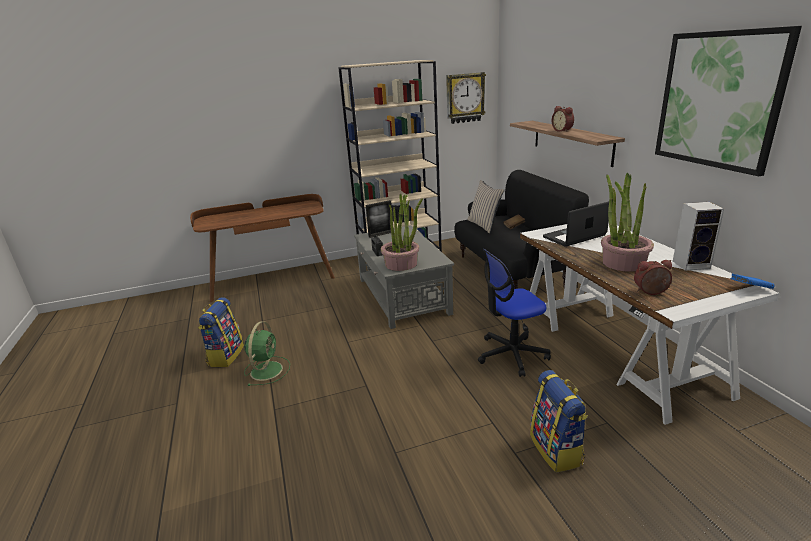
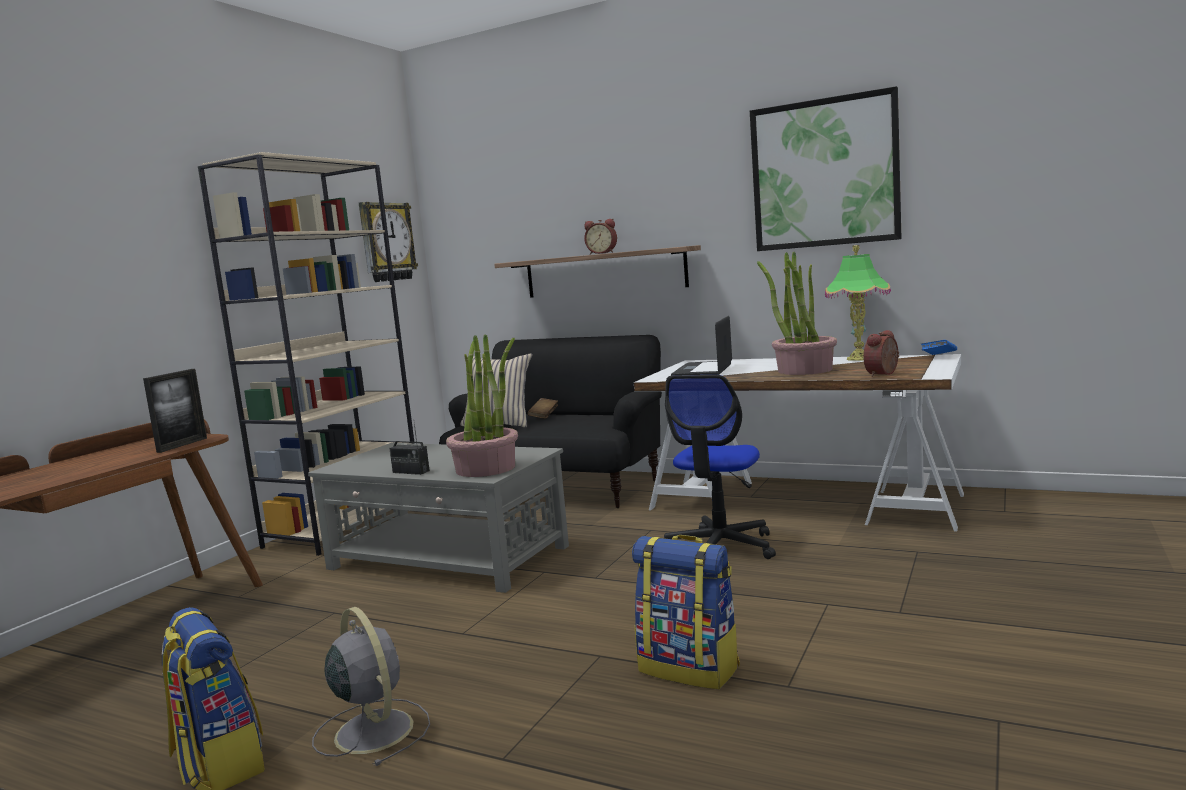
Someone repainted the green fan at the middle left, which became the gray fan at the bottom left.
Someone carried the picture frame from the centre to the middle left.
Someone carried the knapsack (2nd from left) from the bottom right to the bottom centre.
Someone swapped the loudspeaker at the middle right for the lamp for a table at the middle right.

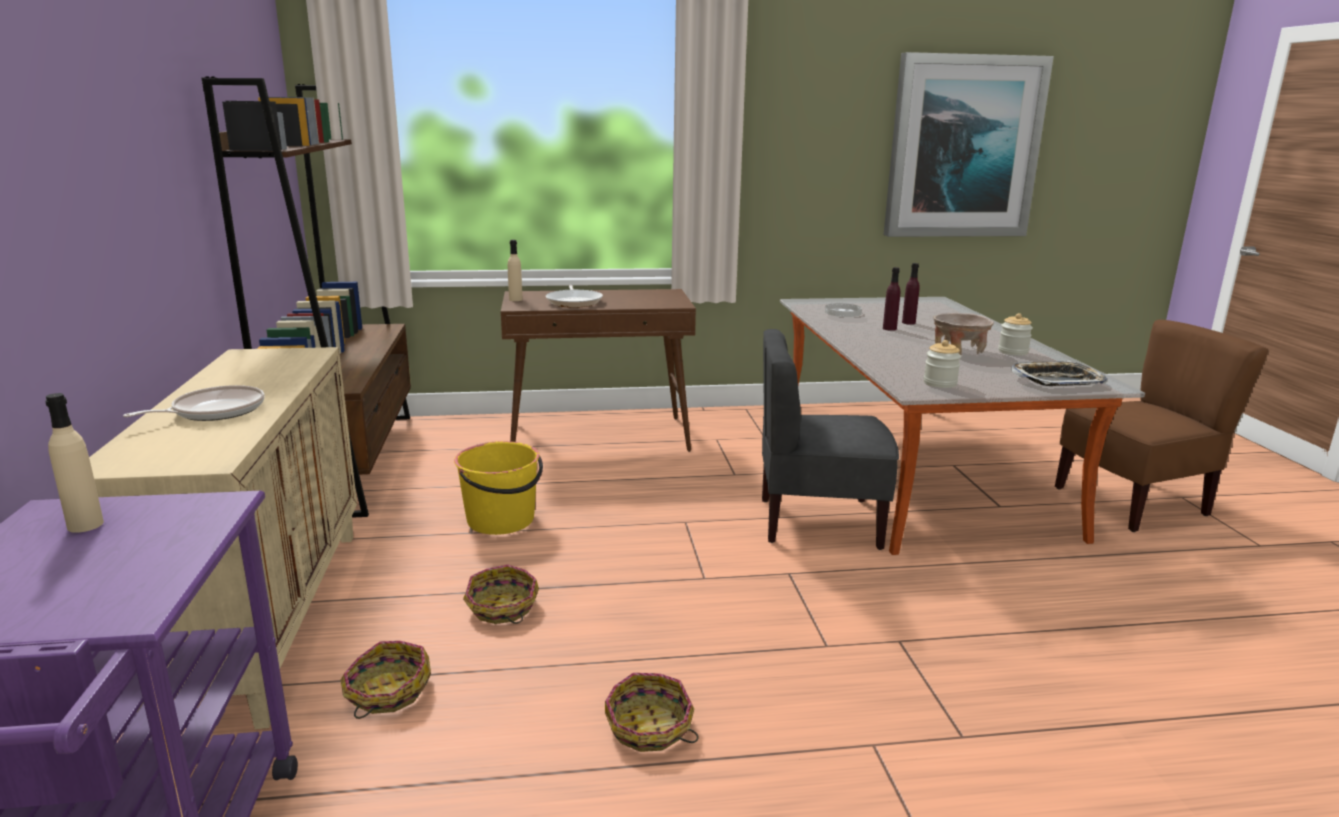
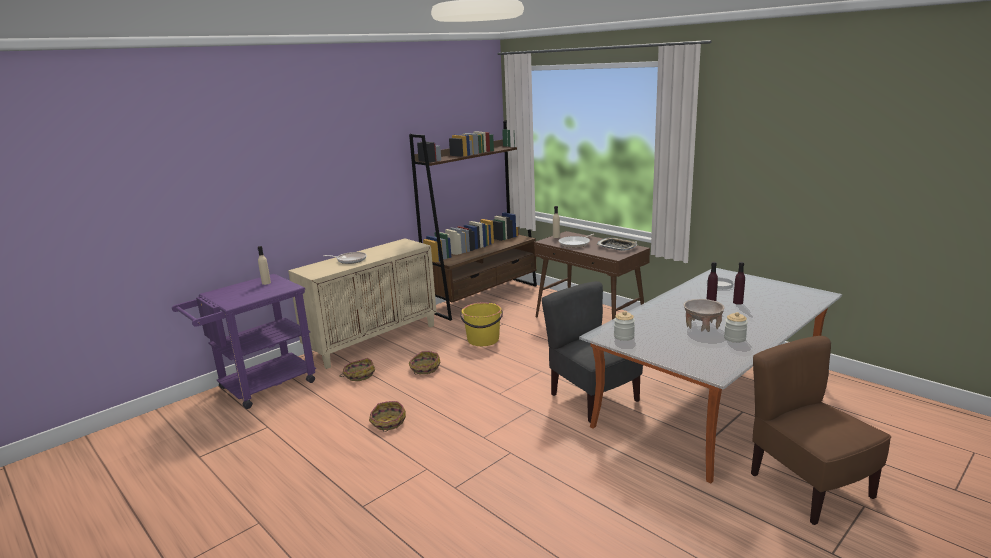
Someone took away the wall picture at the top right.
Someone carried the serving tray from the middle right to the centre.
Someone rotated the brown-coloured plain chair at the middle right by 150 degrees counterclockwise.

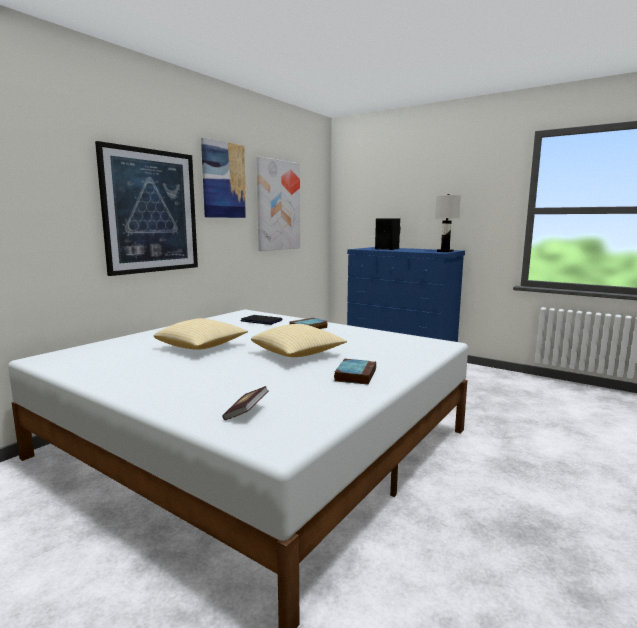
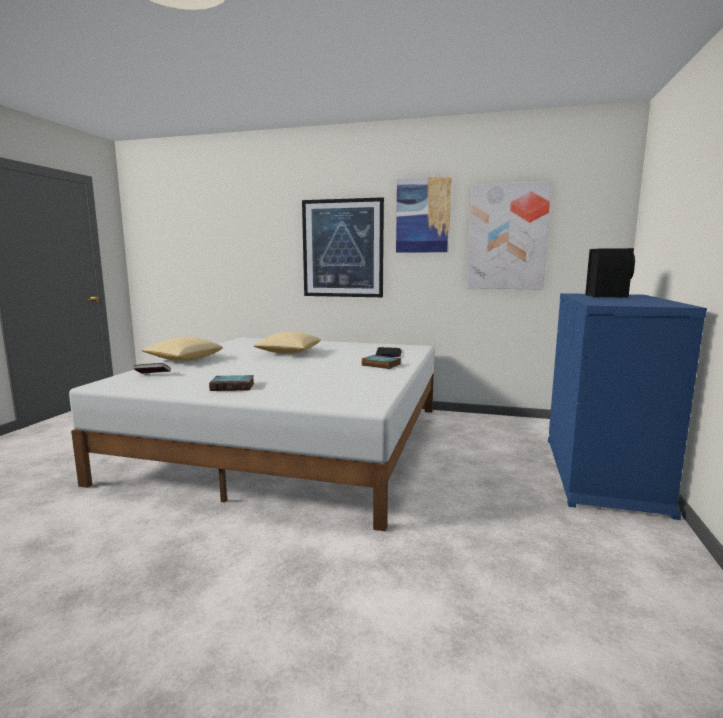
Someone carried the throw pillow (2nd from left in the first image) from the centre to the middle left.
Someone took away the white-coloured lamp for a table at the middle right.

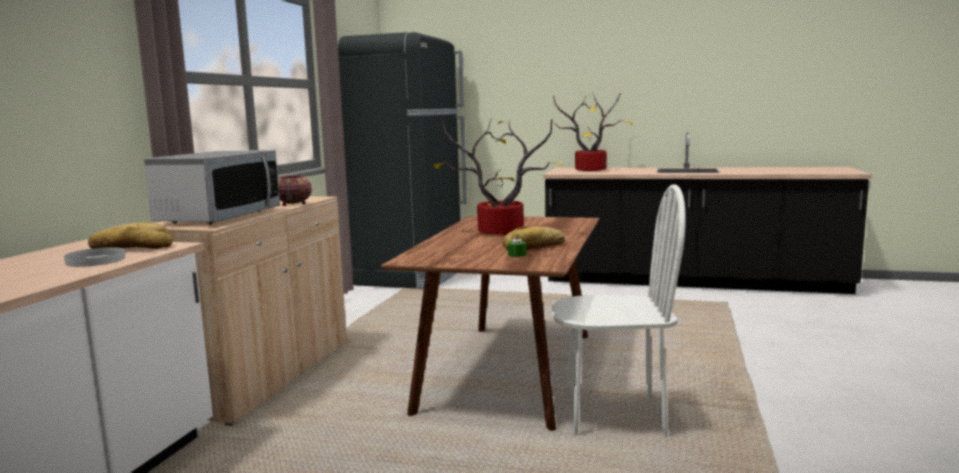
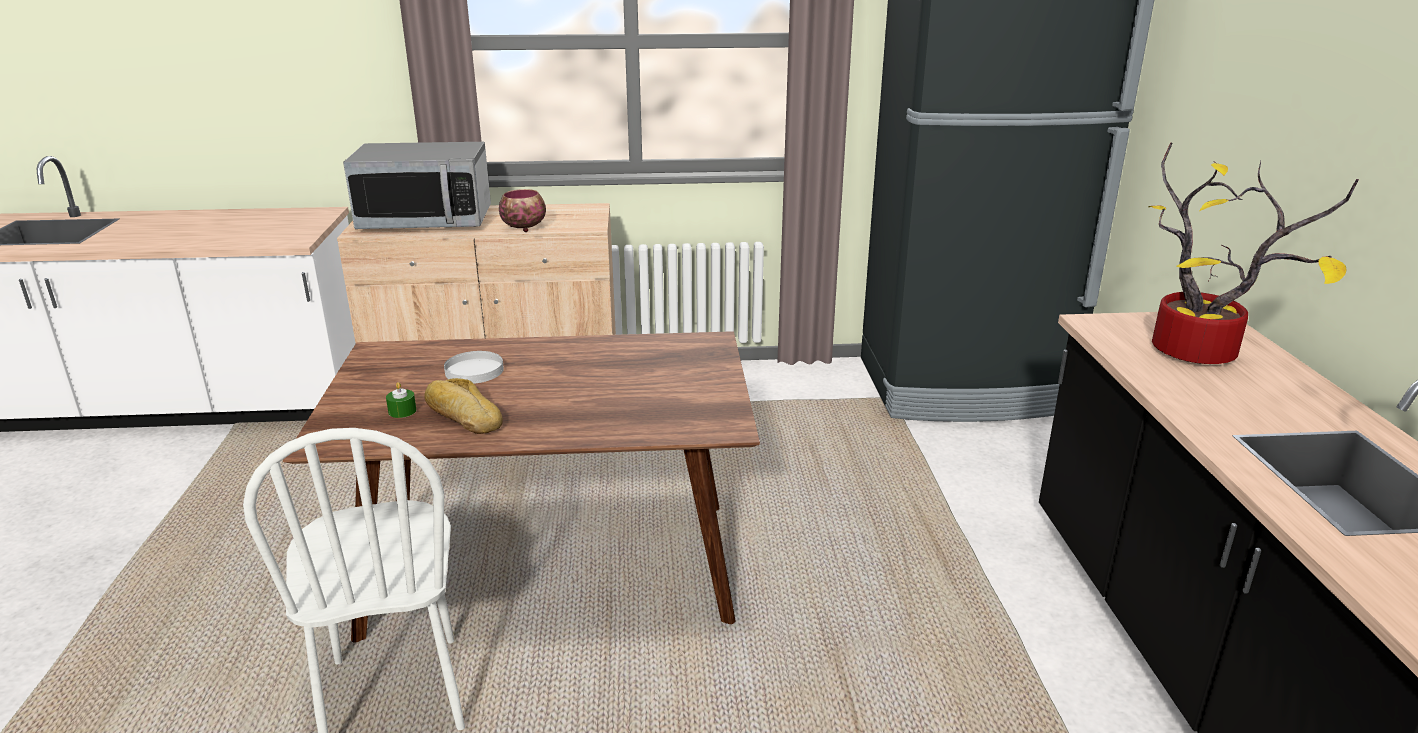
Someone carried the white-coloured dinner plate from the middle left to the centre.
Someone took away the bakery bread (1st from left) at the middle left.
Someone took away the plant in a pot (1st from left) at the centre.

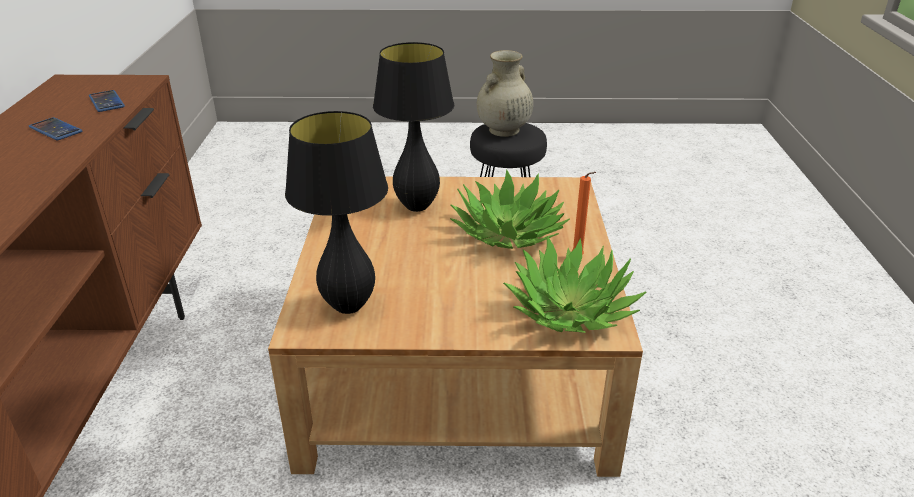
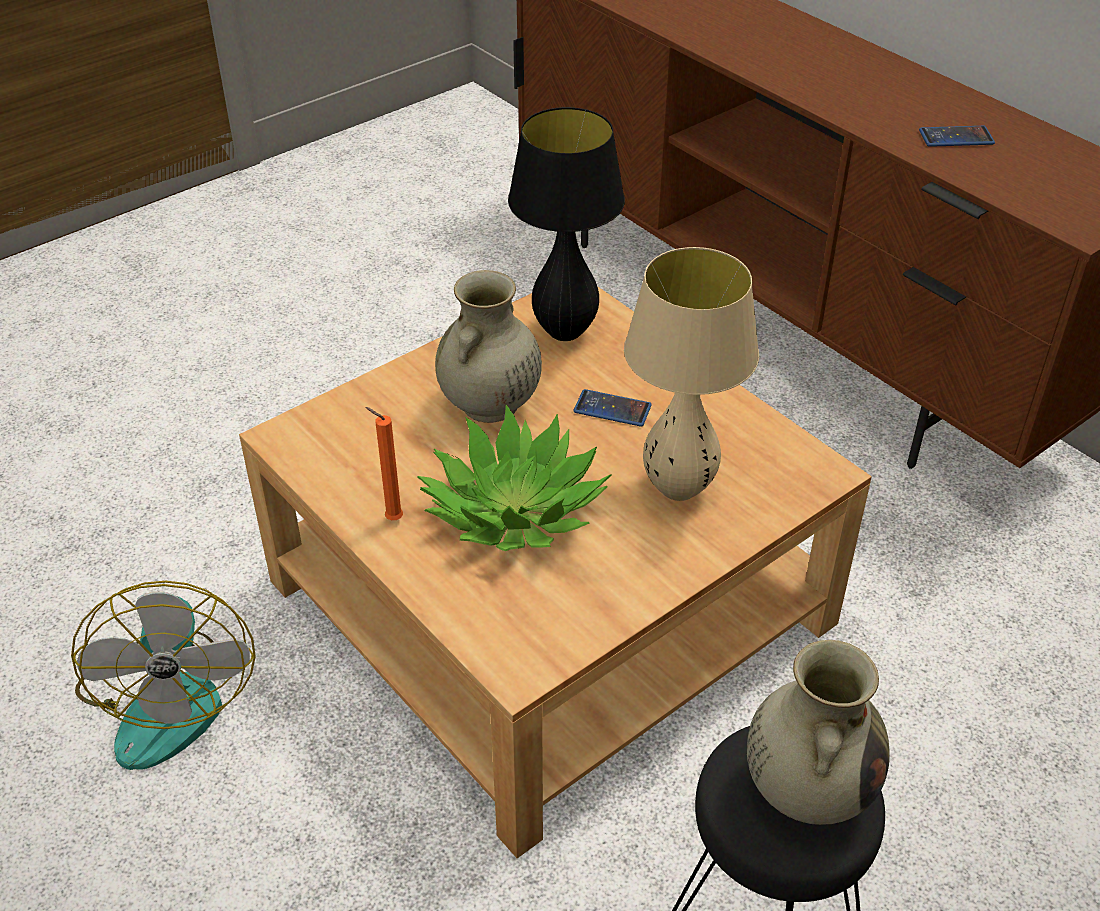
Someone carried the handset (2nd from left in the first image) from the top left to the centre.
Someone repainted the black lamp for a table (2nd from left) at the top centre, which became the beige lamp for a table at the centre.
Someone took away the plant in a pot (2nd from left) at the centre.
Someone put down the fan at the bottom left.
Someone put down the beige vase (1st from left) at the centre.

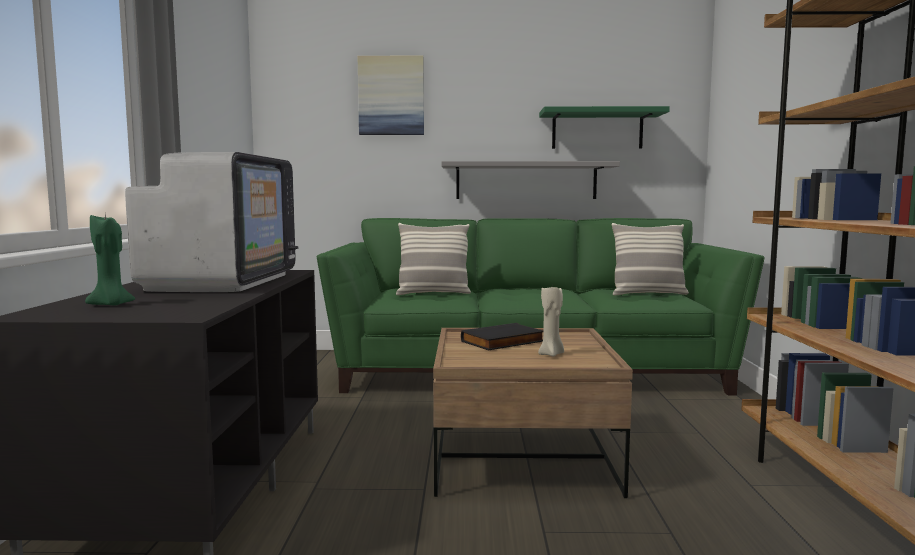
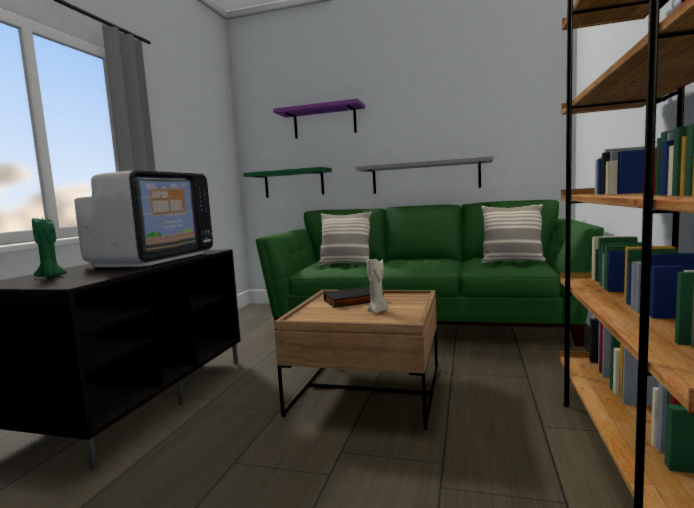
Someone swapped the wall picture at the top centre for the purple bracket shelf at the top centre.
Someone carried the green bracket shelf from the top centre to the centre.

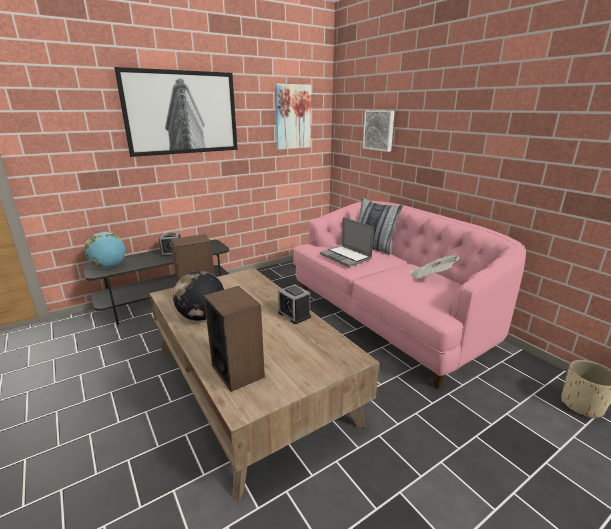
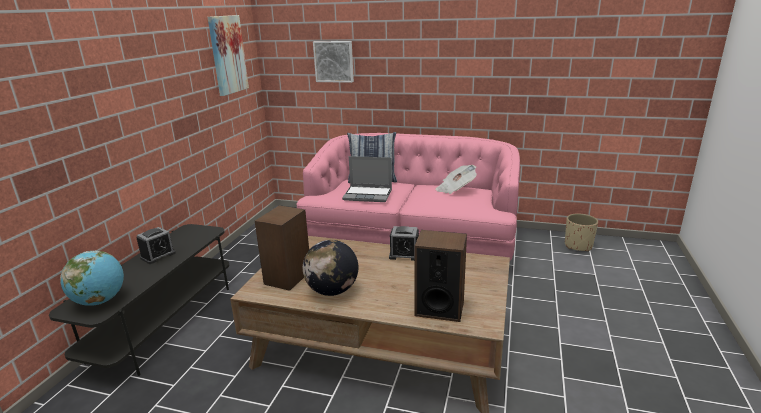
Someone took away the wall picture (1st from left) at the top left.

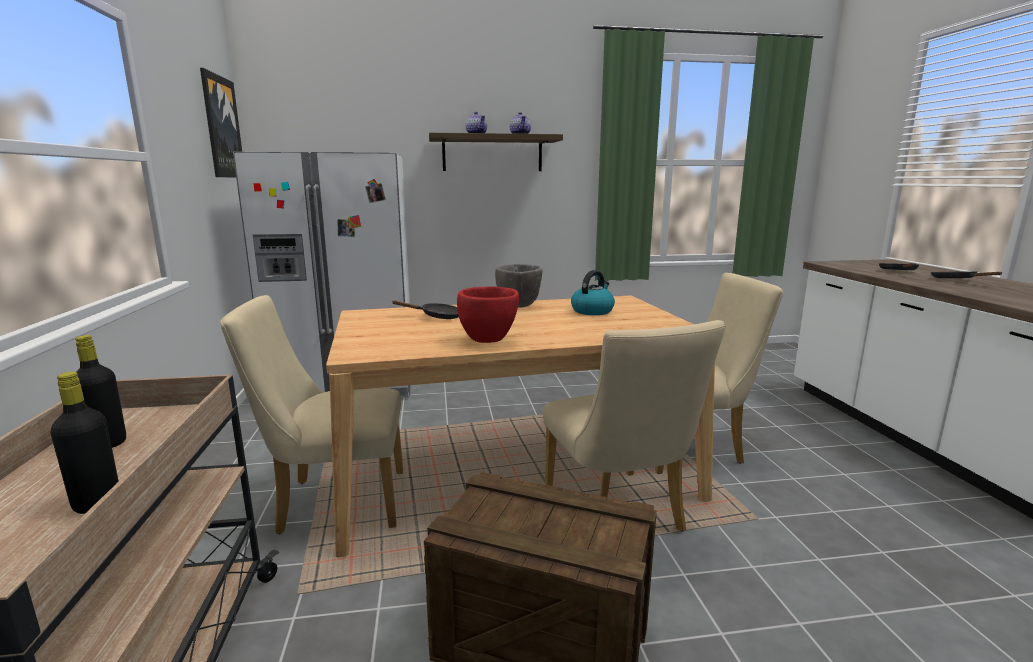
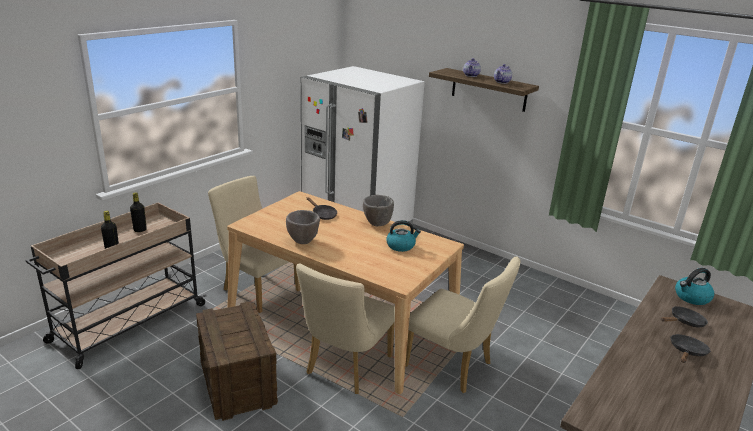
Someone took away the wall picture at the top left.
Someone repainted the red-coloured serving bowl at the centre, which became the gray serving bowl (1st from left) at the centre.
Someone put down the water kettle (2nd from left) at the middle right.

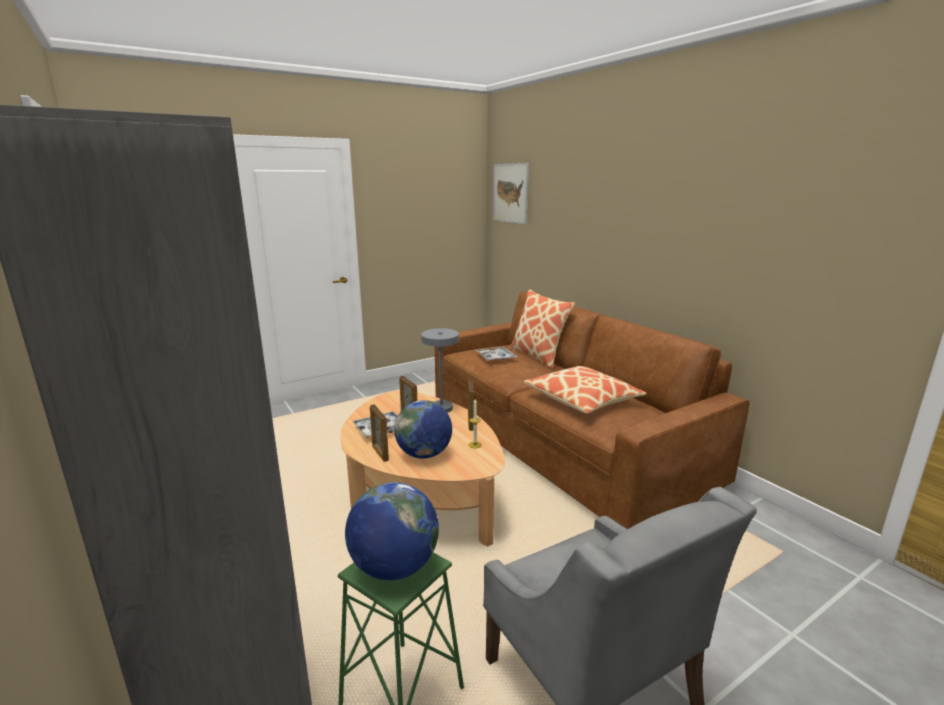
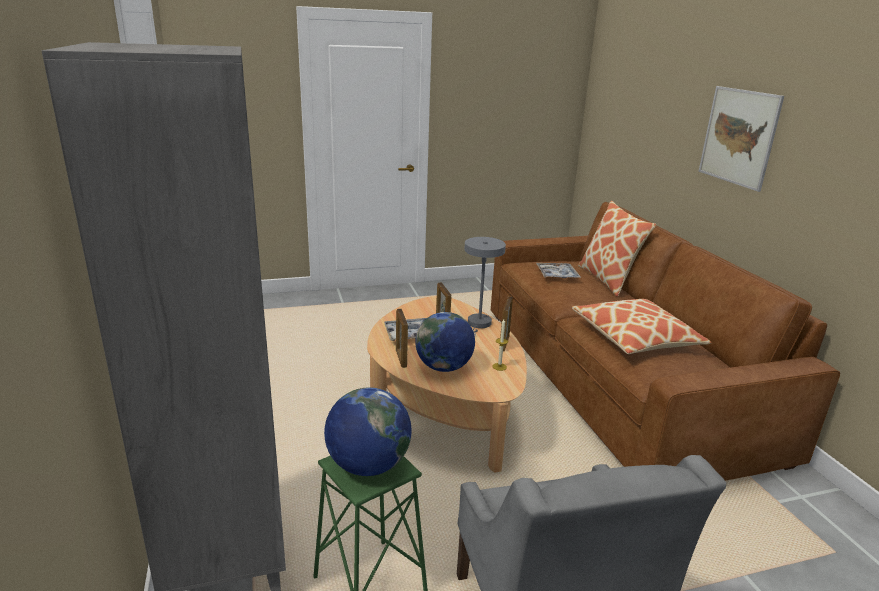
Someone carried the wall picture from the top centre to the top right.

